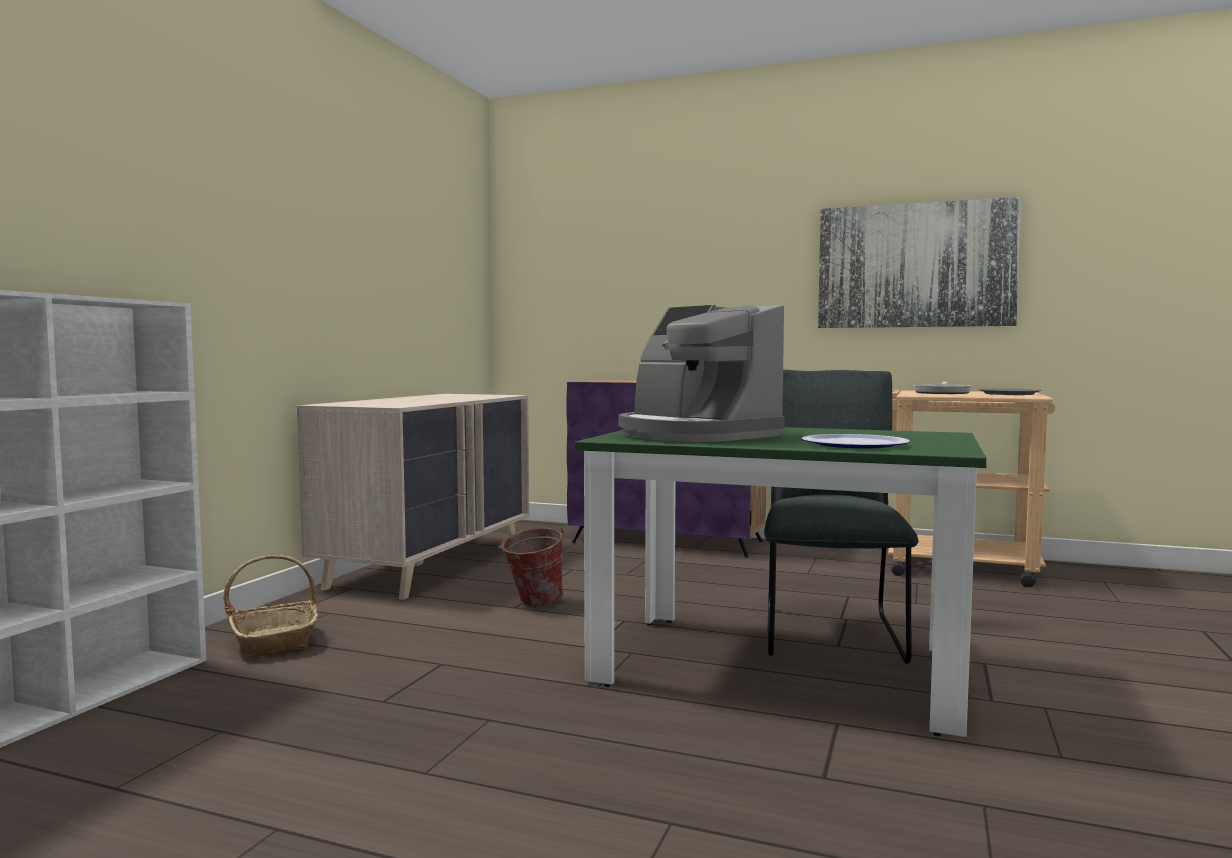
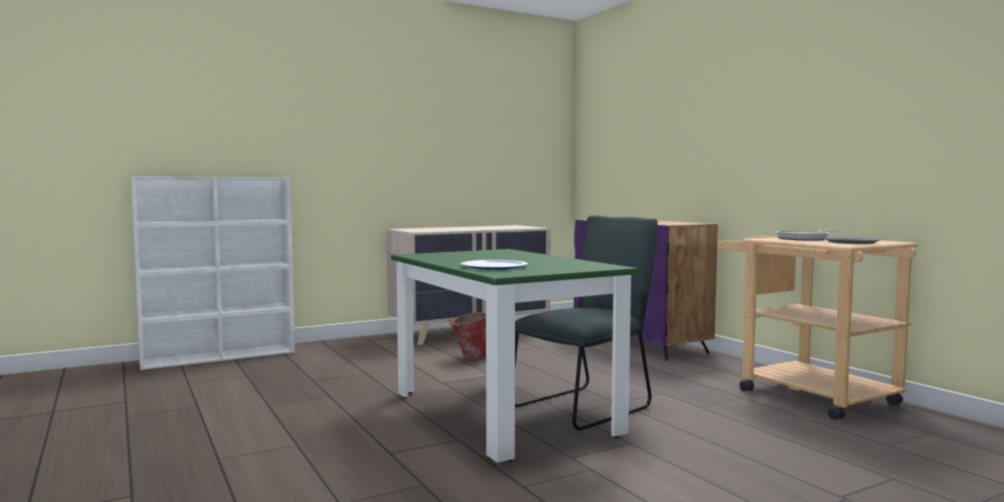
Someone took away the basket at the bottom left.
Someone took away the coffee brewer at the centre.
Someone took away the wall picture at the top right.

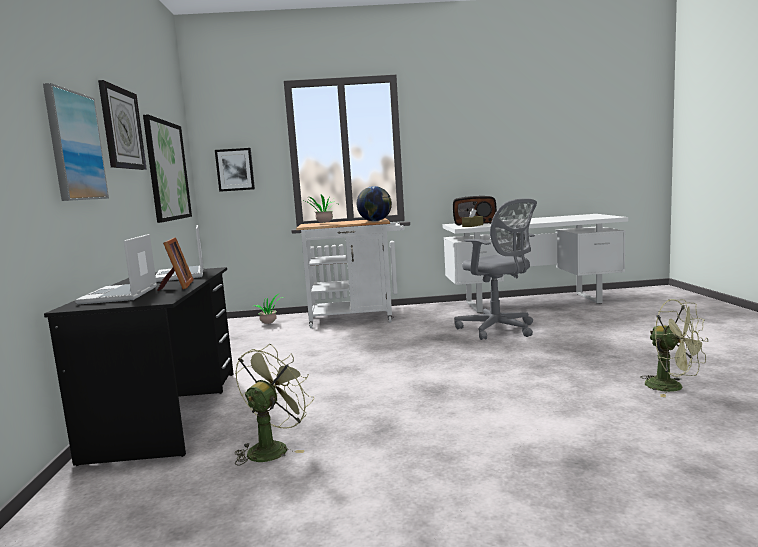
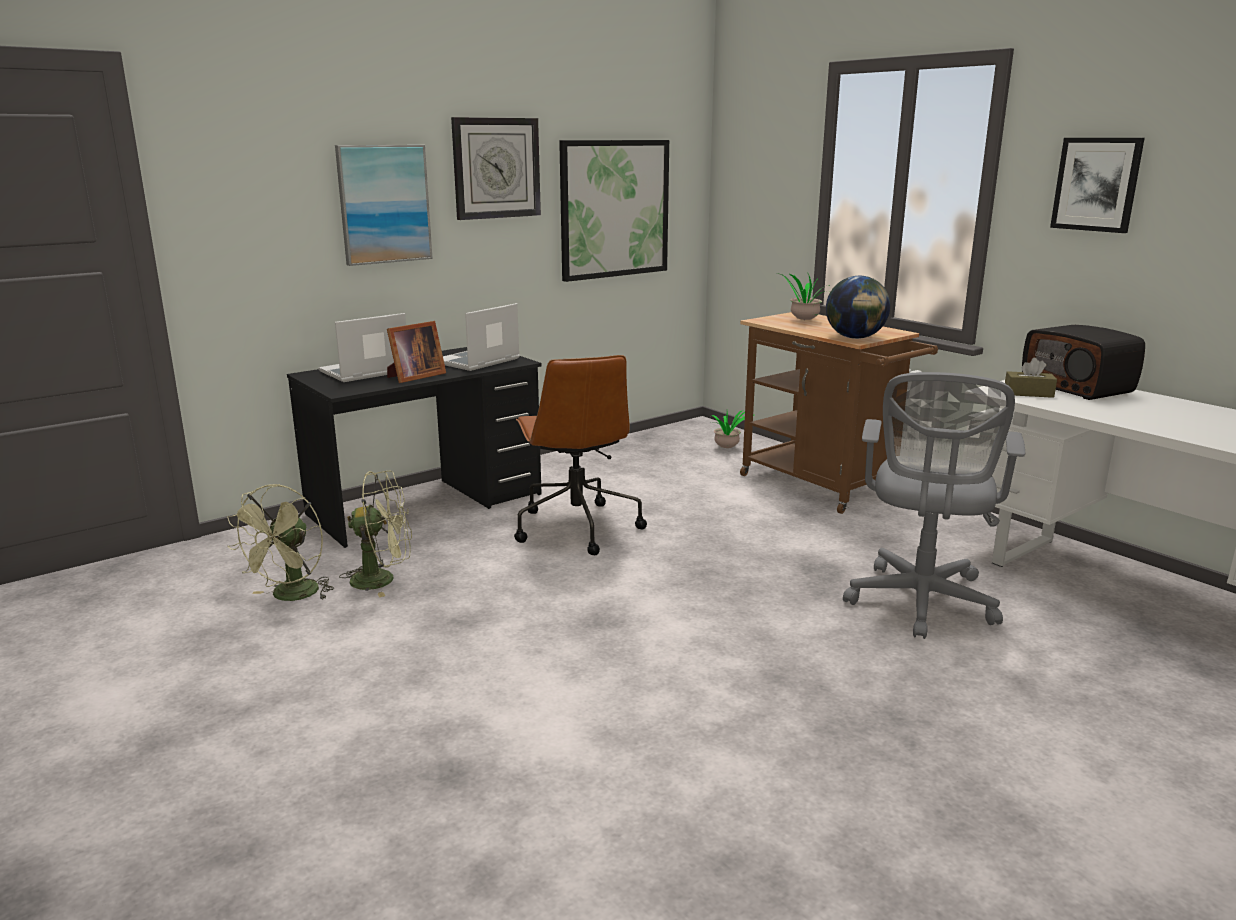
Someone carried the wall picture (3rd from left) from the top left to the top right.
Someone repainted the white-coloured wheeled cart at the centre, which became the brown-coloured wheeled cart at the middle right.
Someone carried the green fan (2nd from left in the first image) from the middle right to the middle left.
Someone put down the brown-coloured office chair at the centre.

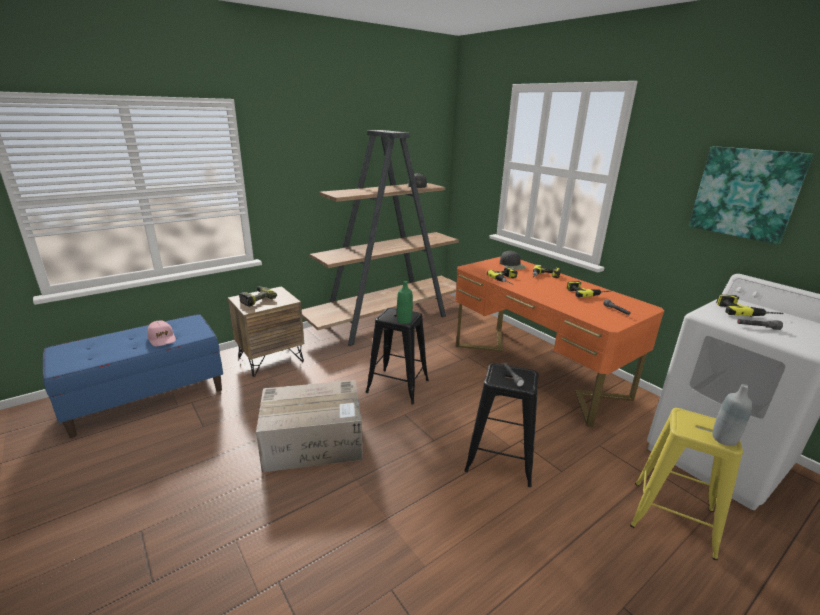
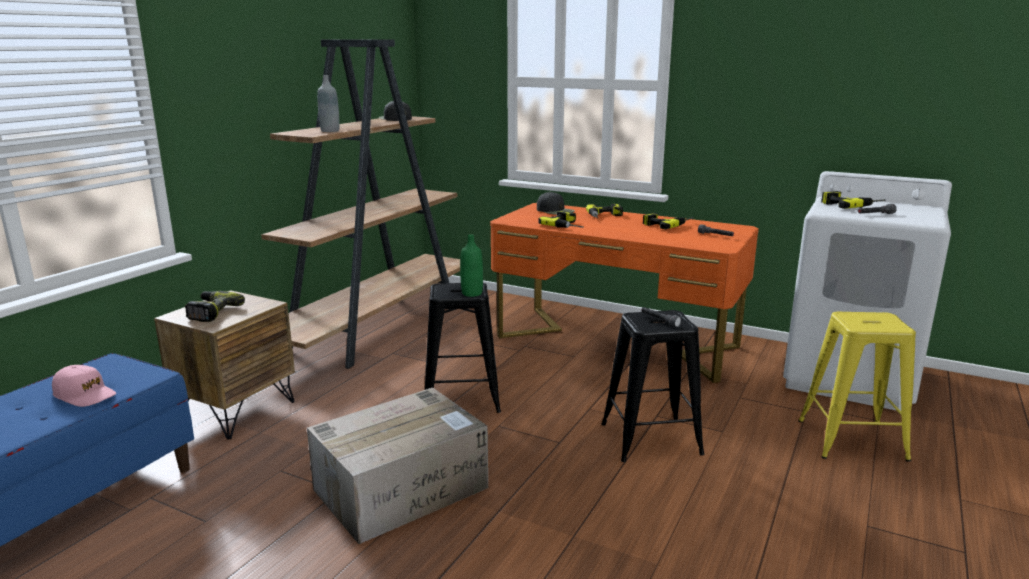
Someone took away the wall picture at the top right.
Someone carried the gray beverage bottle from the bottom right to the top left.

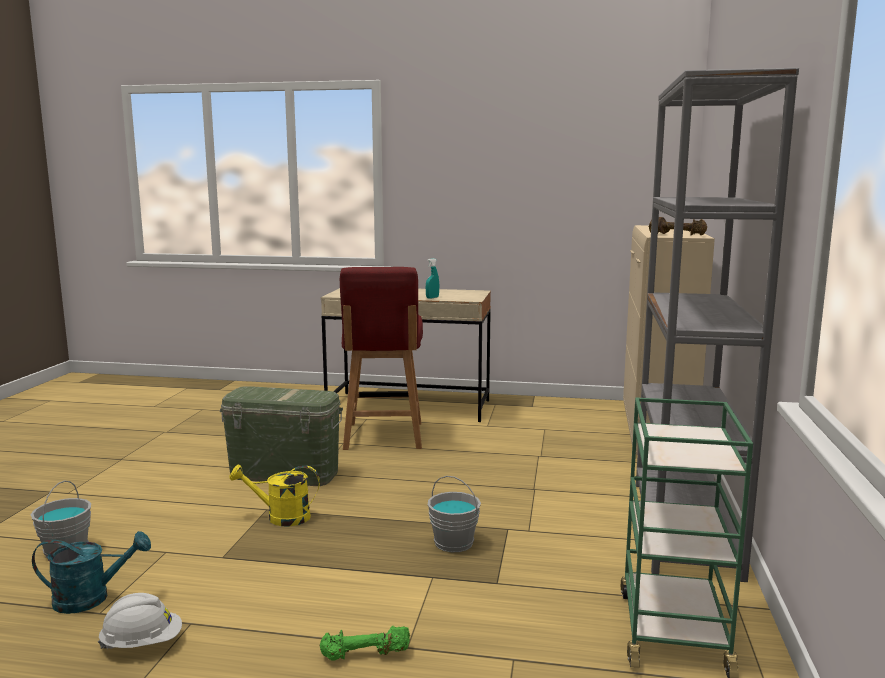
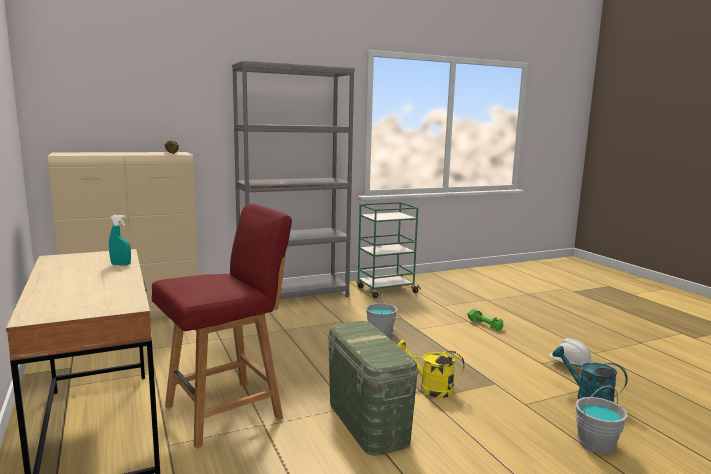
Someone rotated the yellow-coloured watering pot at the bottom left by 150 degrees clockwise.

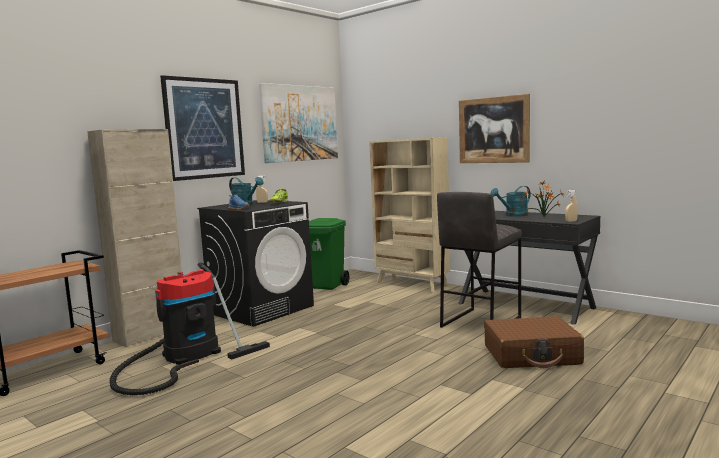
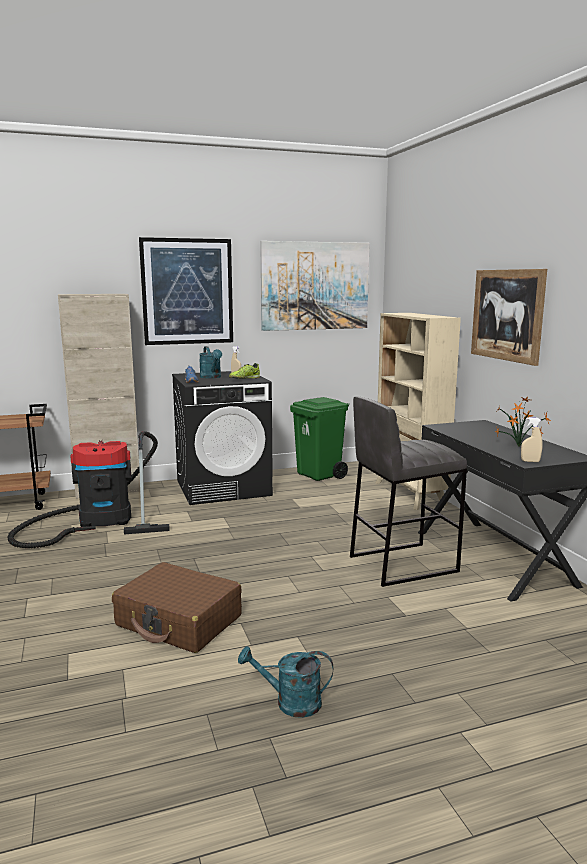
Someone carried the brown-coloured travel case from the bottom right to the bottom left.
Someone carried the turquoise-coloured watering pot (2nd from left) from the middle right to the bottom centre.

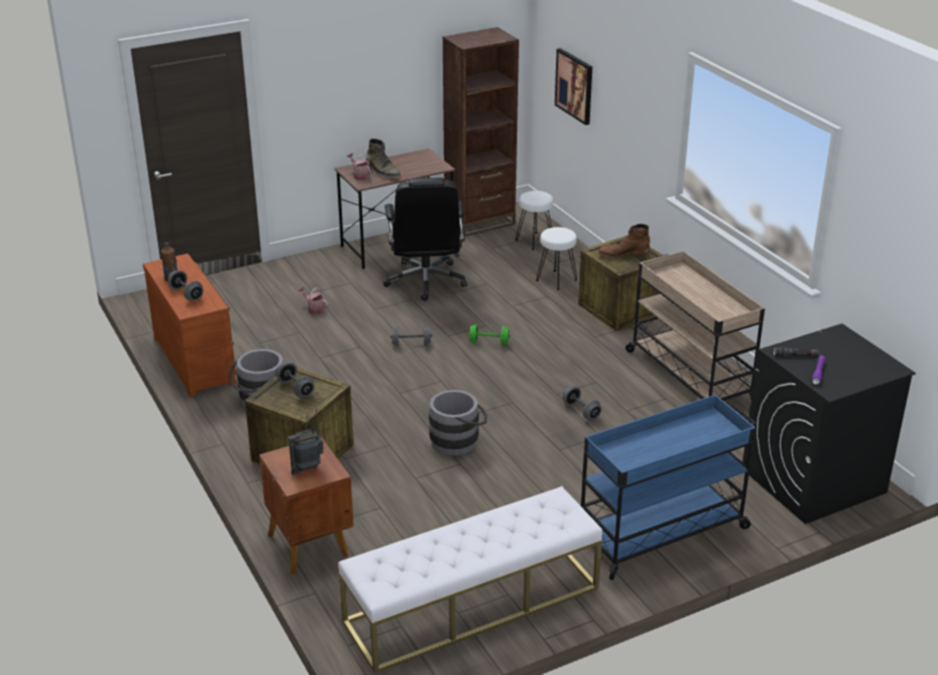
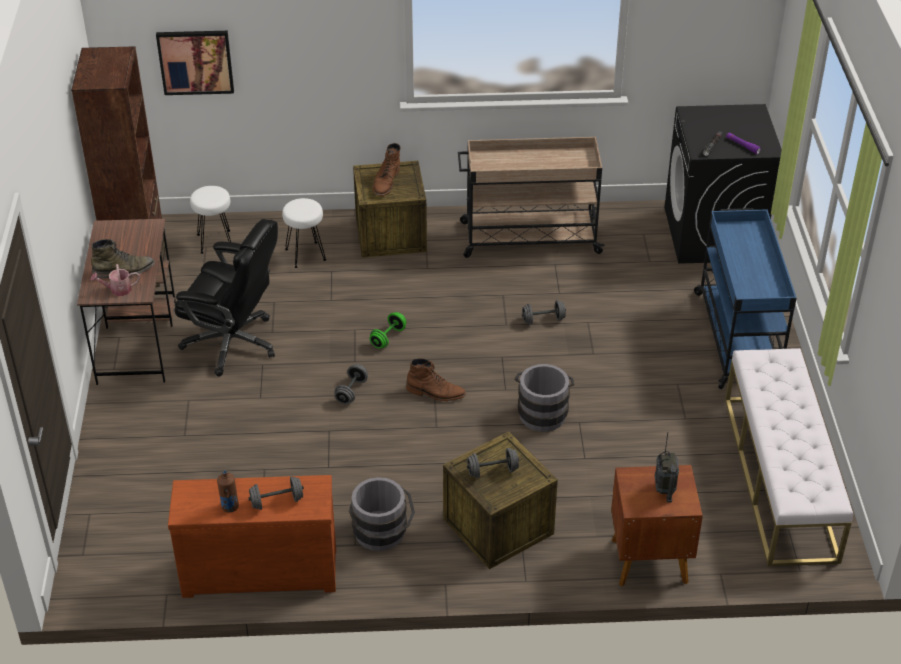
Someone took away the watering pot (1st from left) at the centre.
Someone put down the brown-coloured tall boot (2nd from left) at the centre.

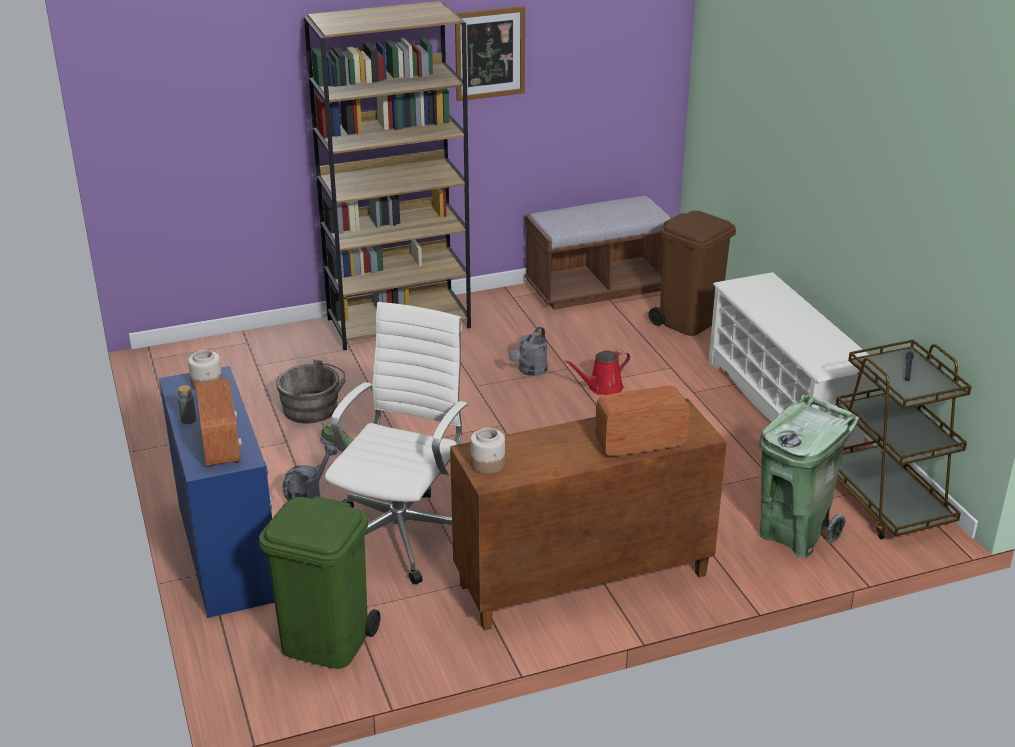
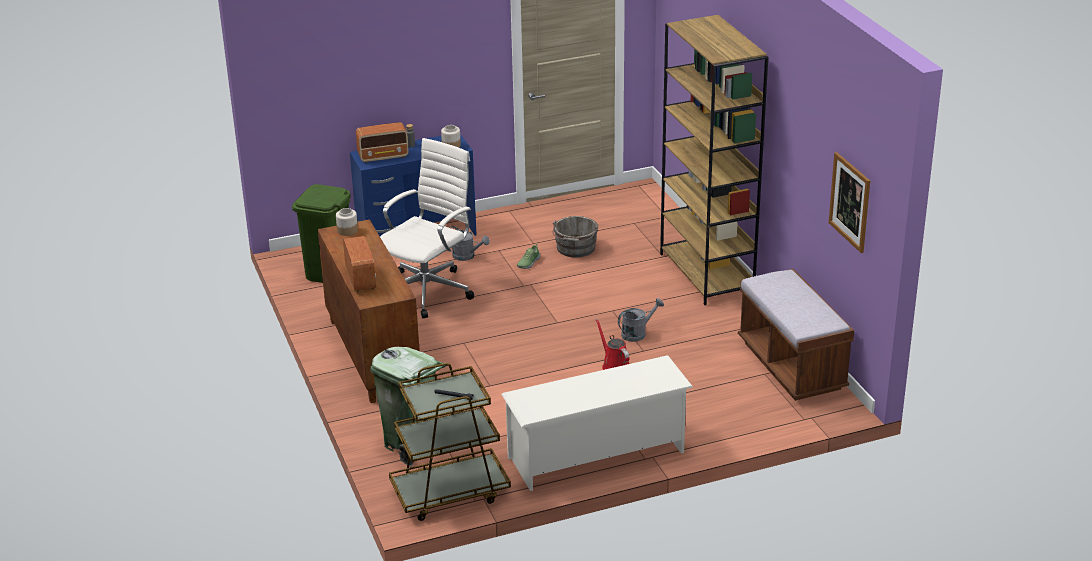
Someone rotated the white-coloured office chair at the centre by 75 degrees counterclockwise.
Someone carried the wall picture from the top centre to the middle right.
Someone rotated the gray watering pot (2nd from left) at the centre by 120 degrees clockwise.
Someone took away the brown-coloured rubbish bin at the middle right.

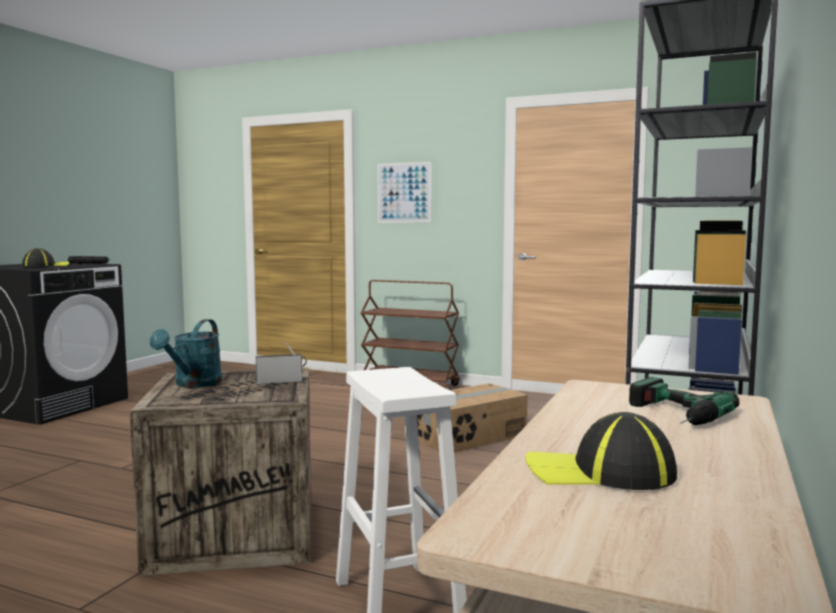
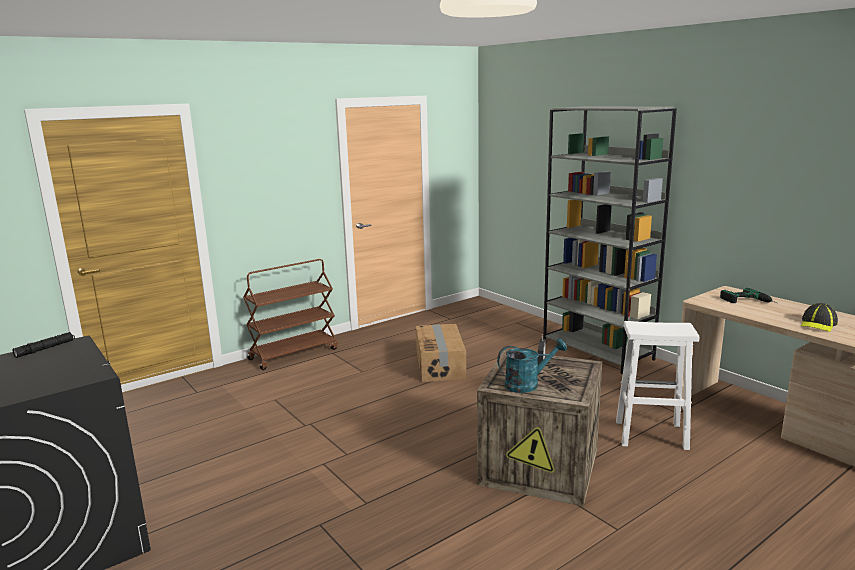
Someone took away the cap (1st from left) at the middle left.
Someone rotated the turquoise-coloured watering pot at the middle left by 60 degrees counterclockwise.
Someone took away the wall picture at the top centre.

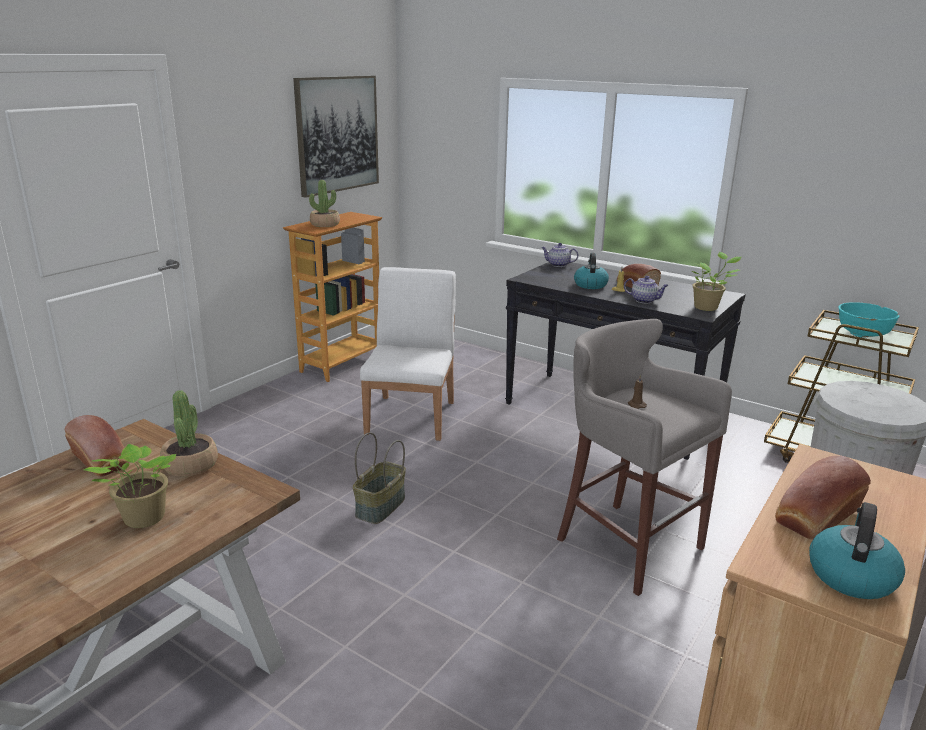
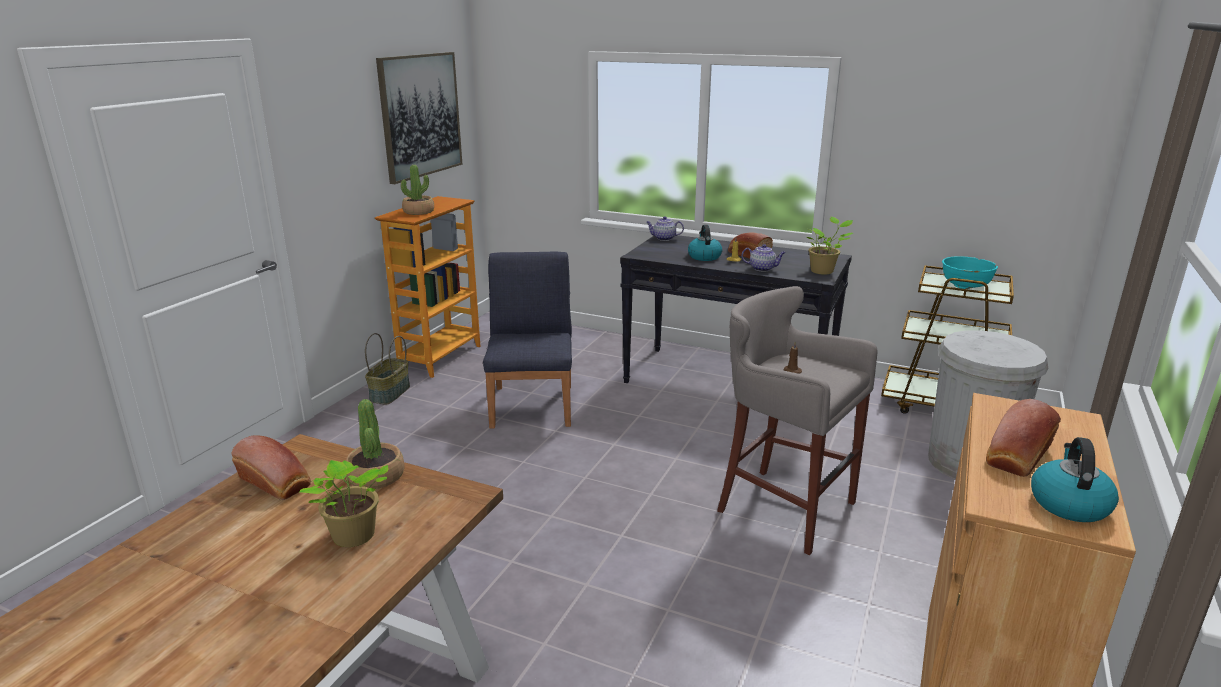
Someone carried the basket from the centre to the middle left.
Someone repainted the white-coloured plain chair at the centre, which became the blue-coloured plain chair at the centre.

